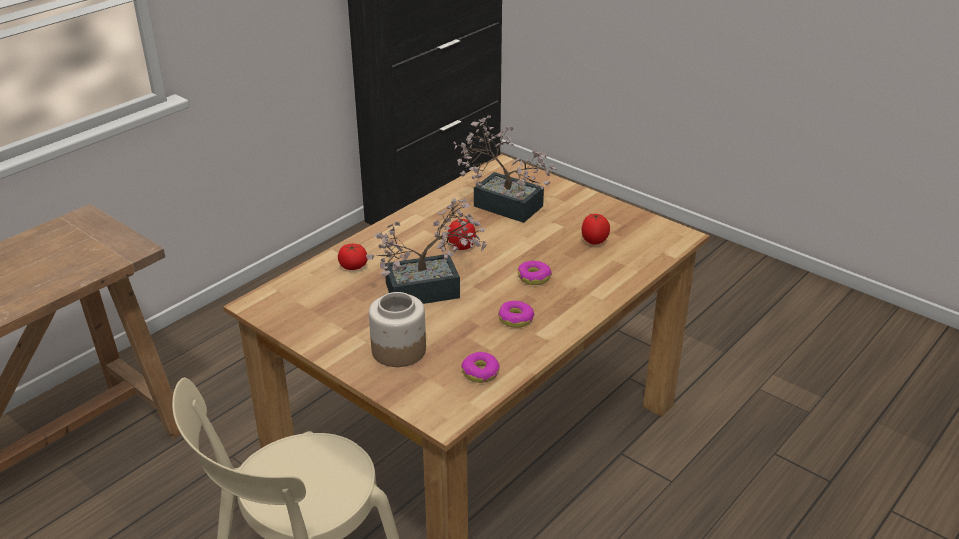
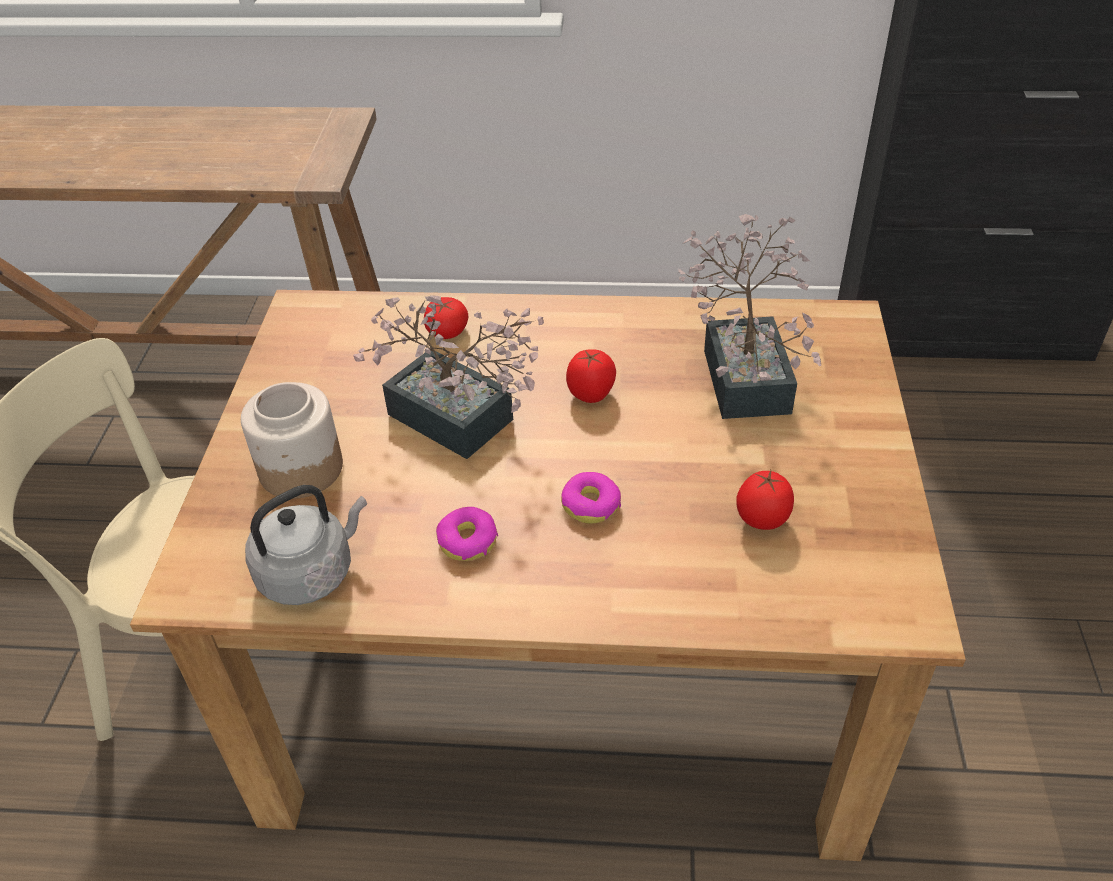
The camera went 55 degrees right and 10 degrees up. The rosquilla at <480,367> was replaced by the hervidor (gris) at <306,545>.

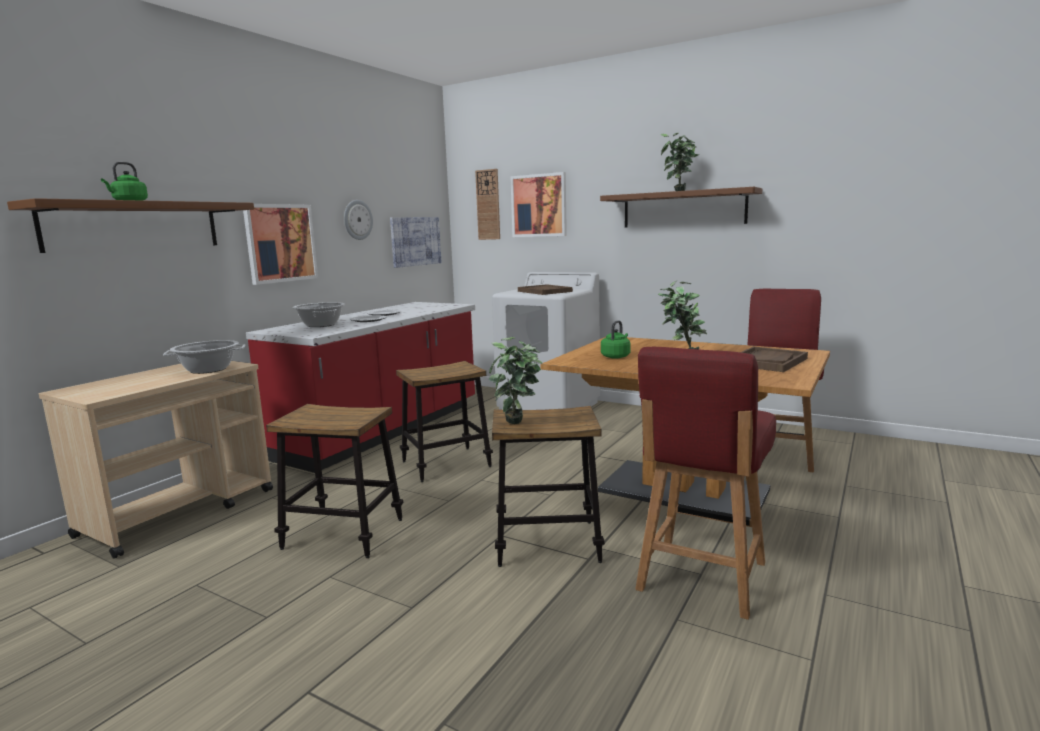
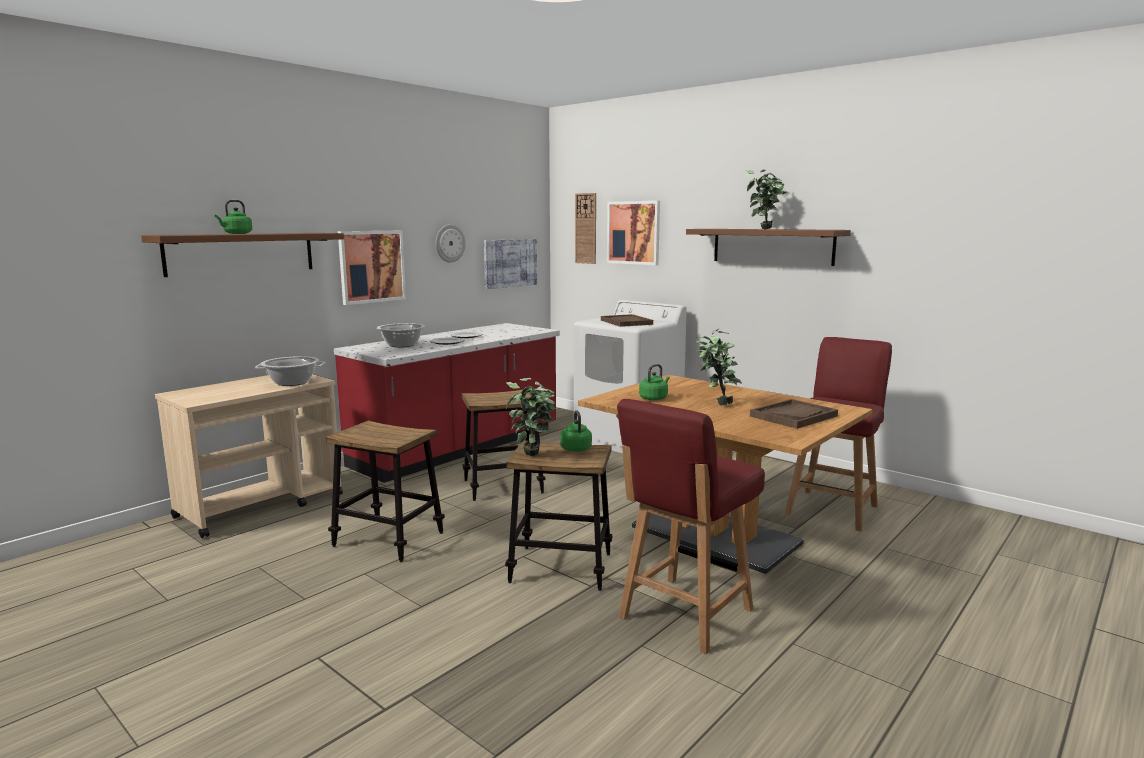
The camera went 10 degrees right and 0 degrees up. The hervidor (verde) at <576,431> appeared.

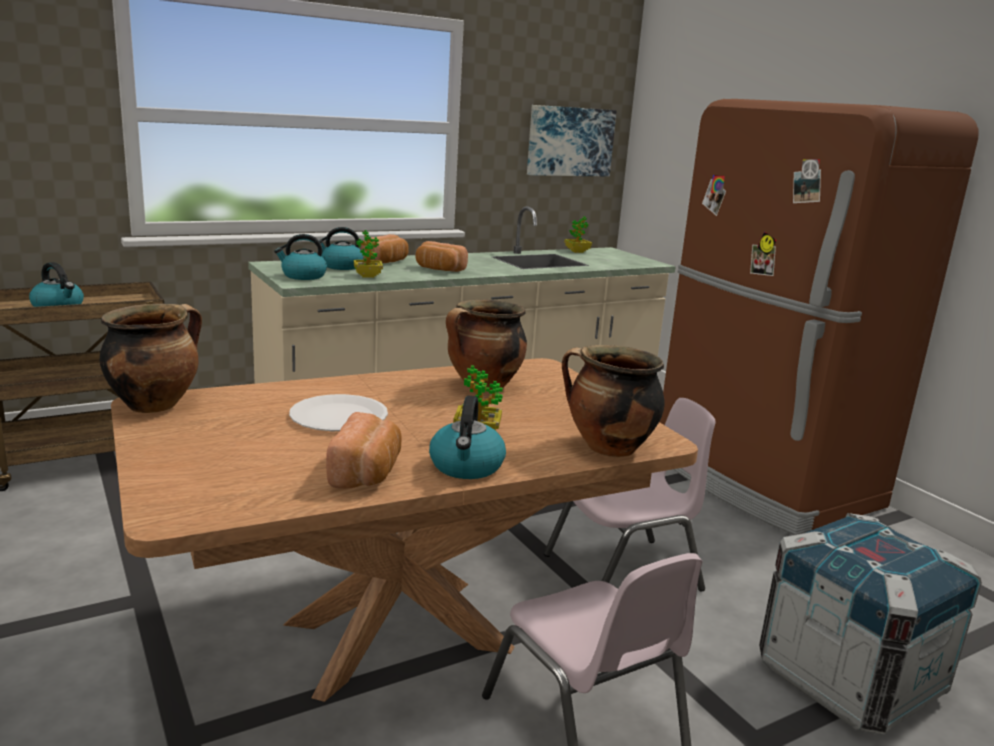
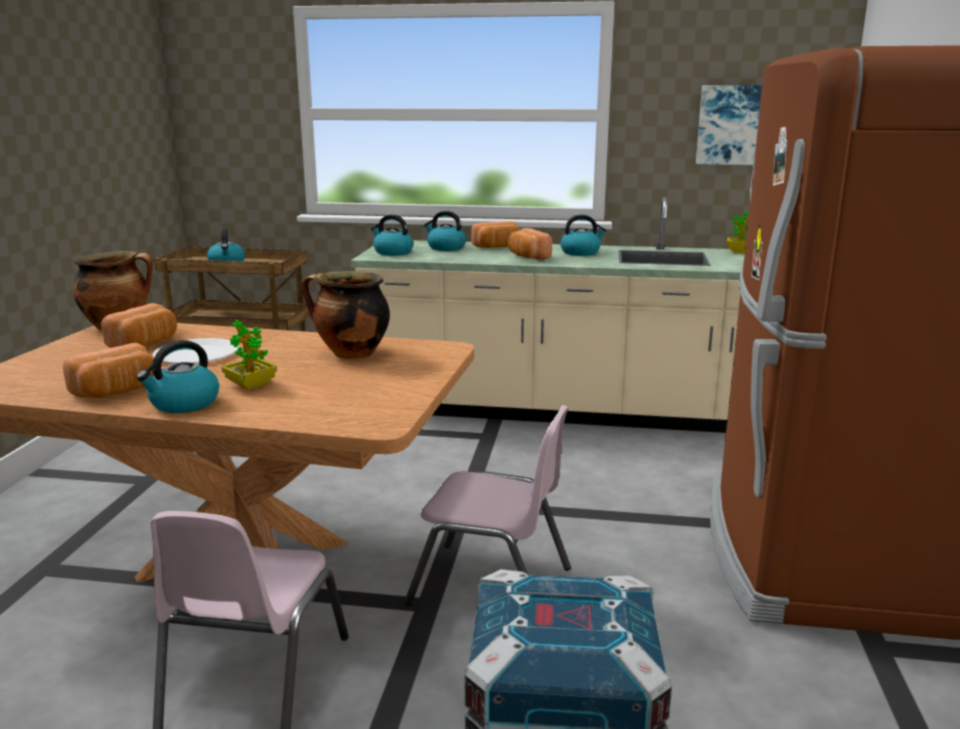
The camera went 40 degrees right and 0 degrees up. The planta en maceta at <368,254> disappeared. The olla at <613,401> disappeared. The pan at <139,325> appeared. The hervidor at <583,235> appeared.

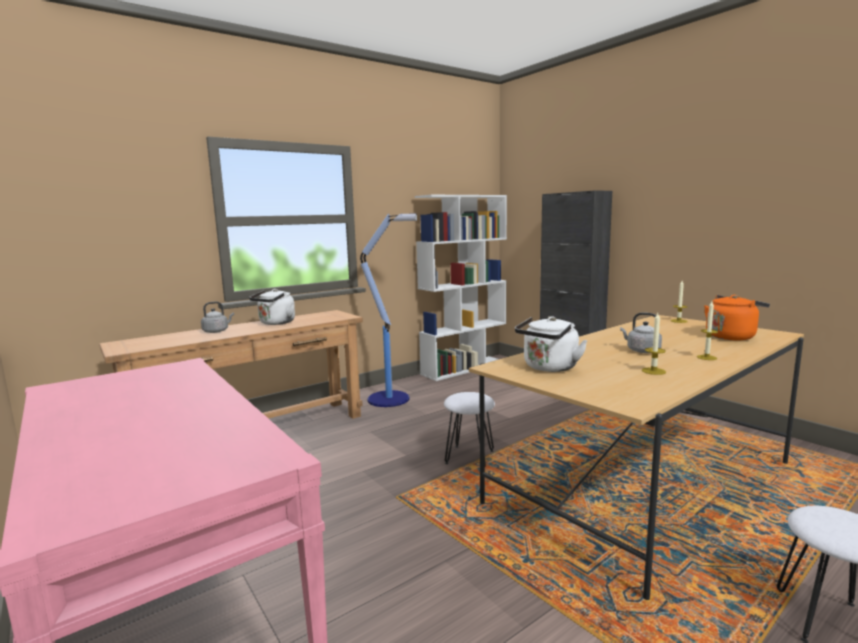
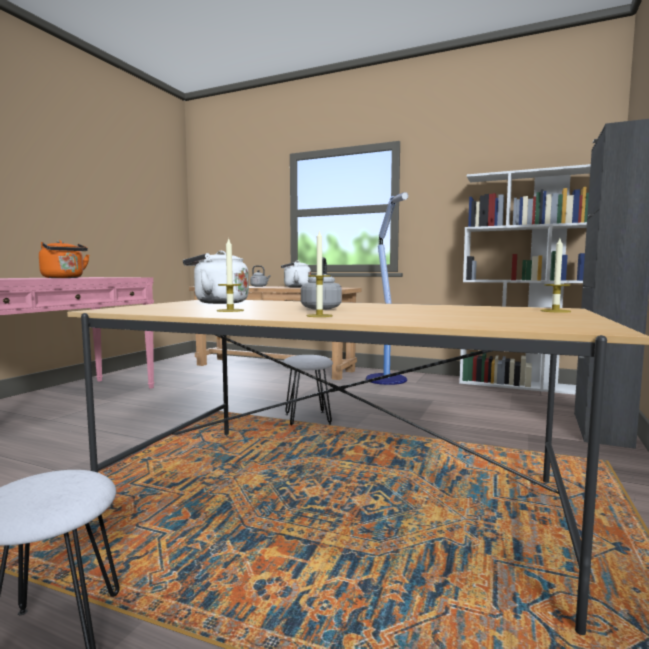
The camera went 60 degrees right and 5 degrees down. The hervidor (naranja) moved from <737,317> to <64,259>.

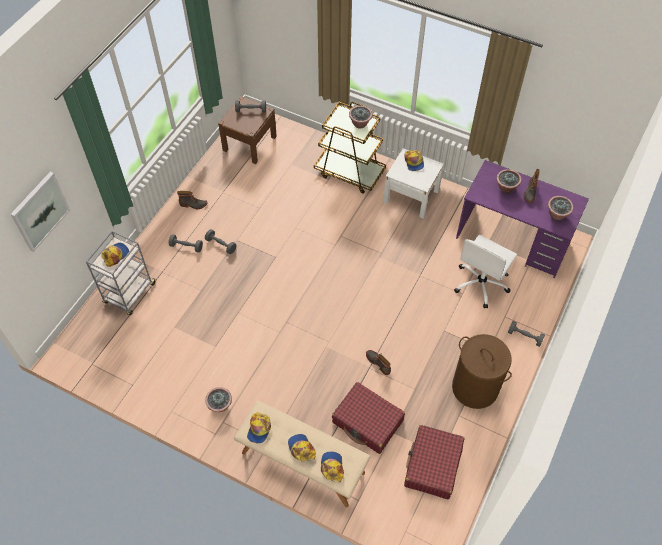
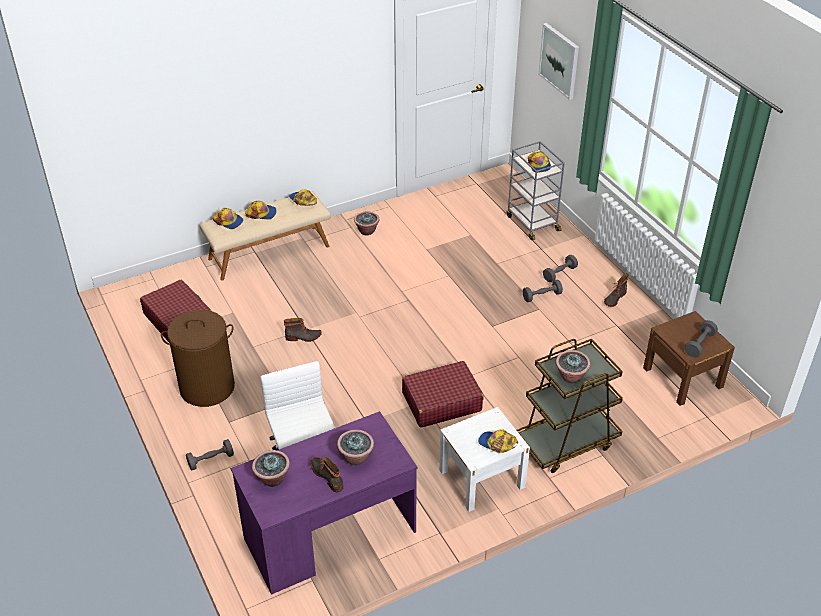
The camera went 125 degrees right and 15 degrees down. The maleta (rojo) moved from <368,418> to <443,394>.

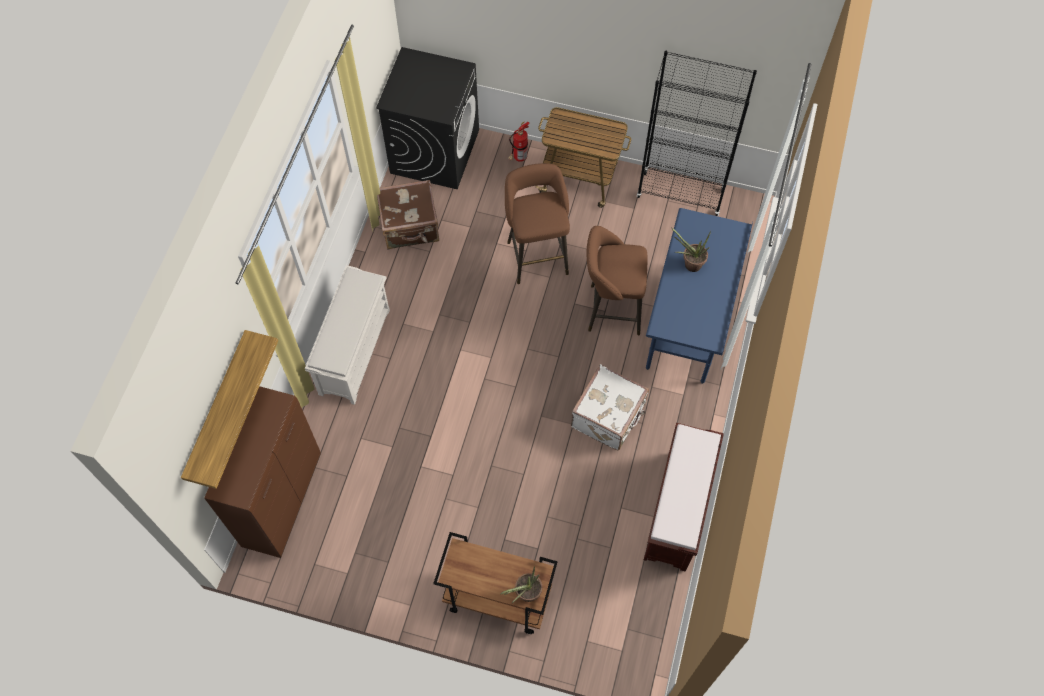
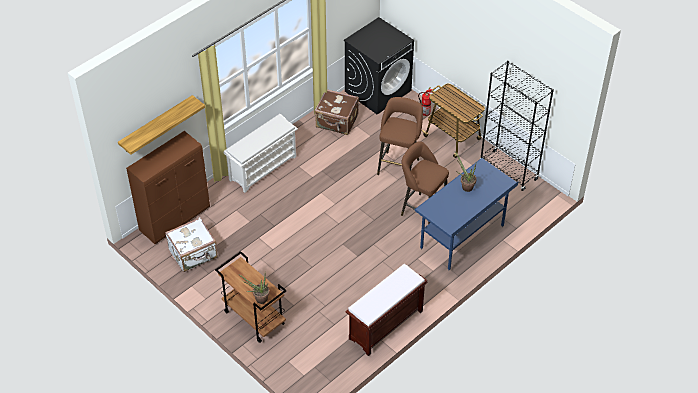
The camera went 30 degrees right and 15 degrees down. The maleta (blanco) moved from <610,407> to <191,244>.

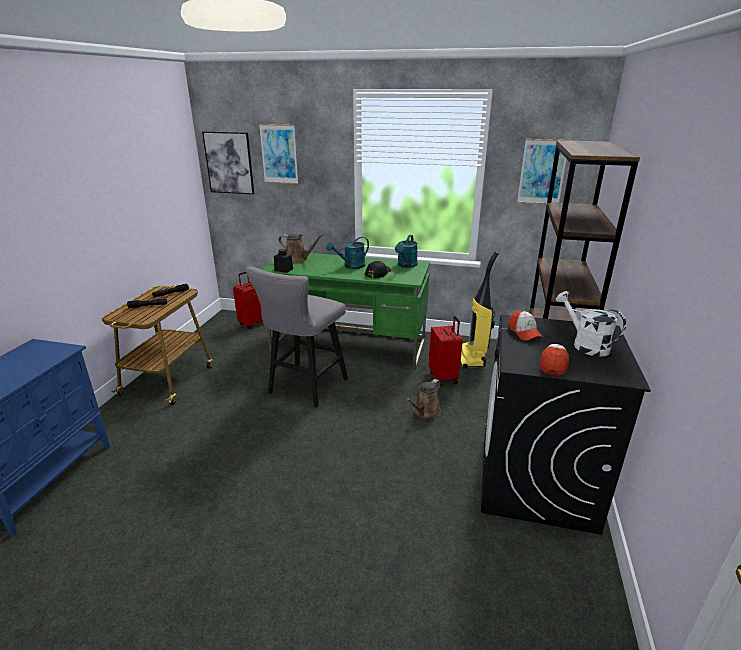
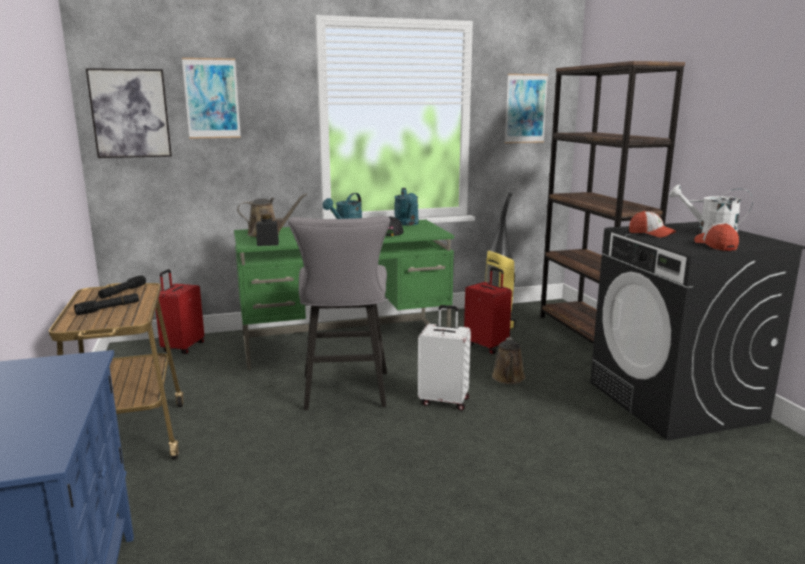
The camera went 30 degrees left and 10 degrees down. The maleta (blanco) at <444,358> appeared.

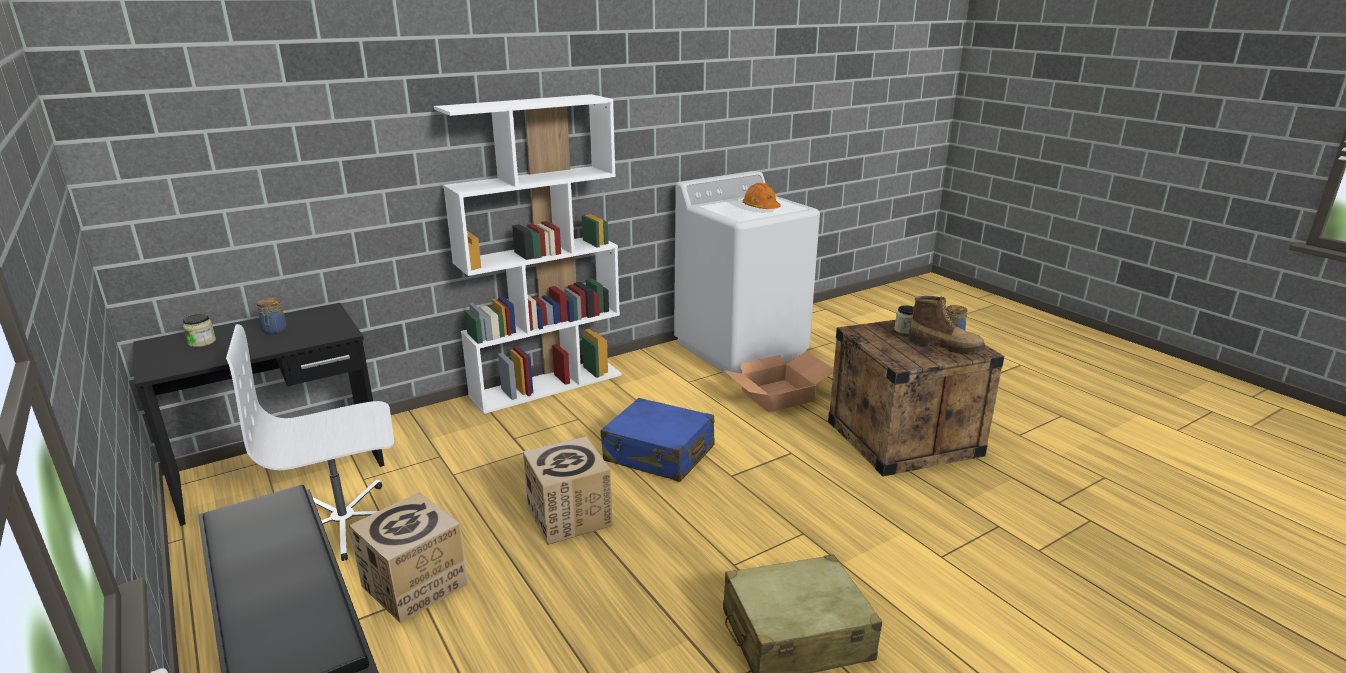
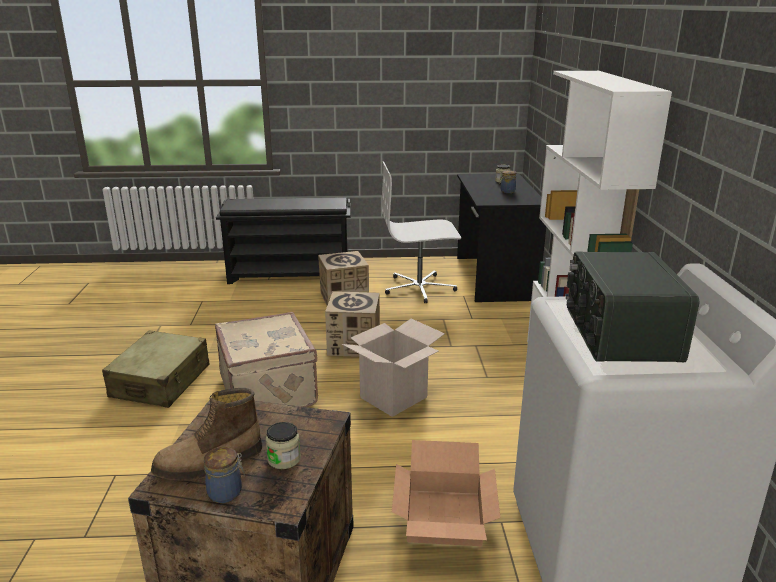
The camera went 120 degrees right and 0 degrees up. The silla de oficina (blanco) at <310,442> turned 105 degrees counterclockwise. The maleta (azul) at <658,440> was replaced by the caja de cartón at <393,368>. The casco (naranja) at <761,196> was replaced by the radio at <632,306>. The maleta (beis) at <266,359> appeared.

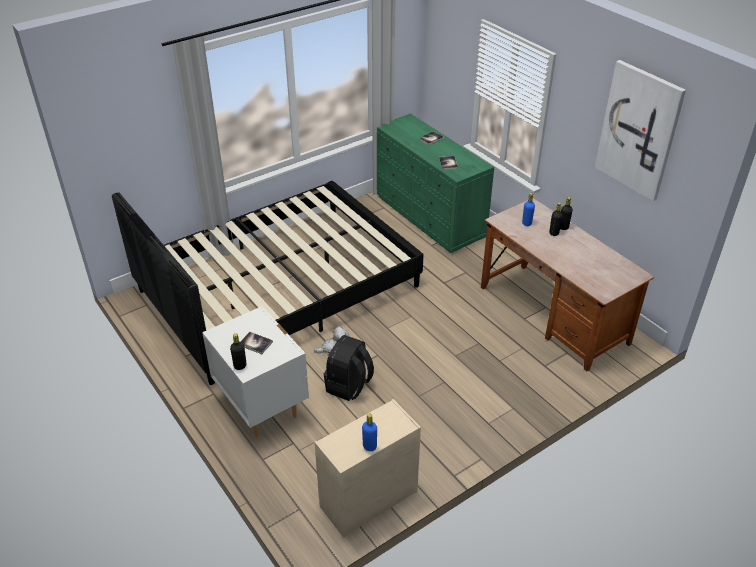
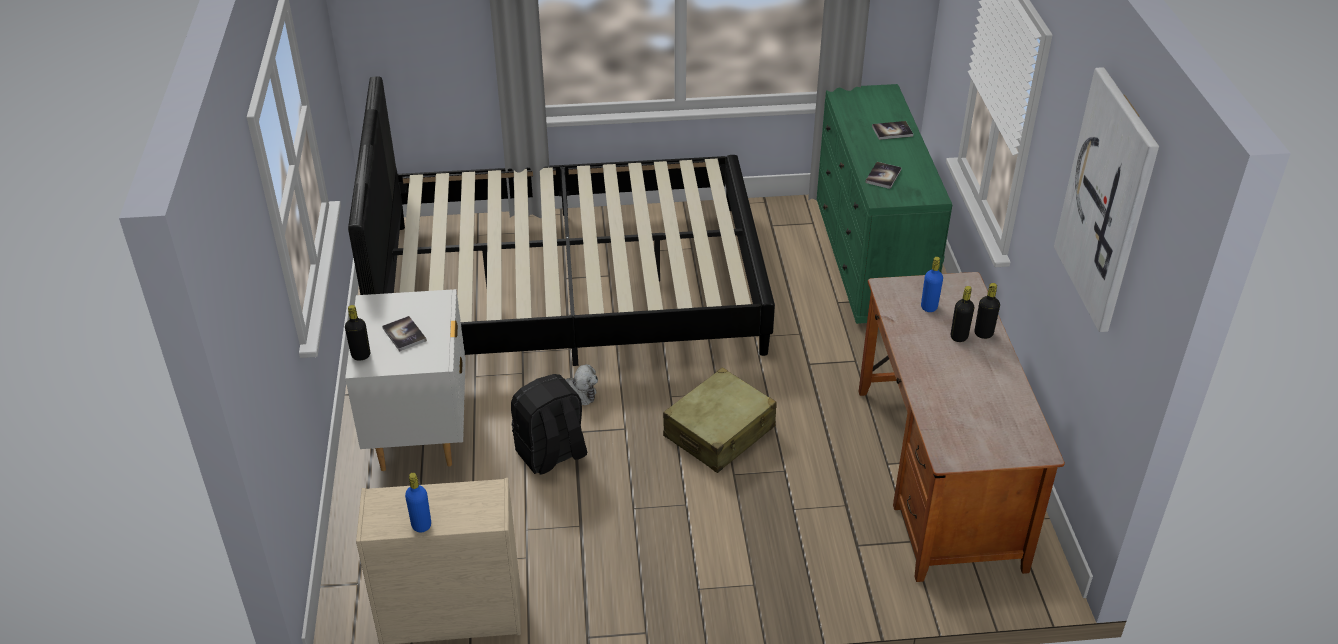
The camera went 30 degrees right and 0 degrees up. The maleta (beis) at <720,420> appeared.

